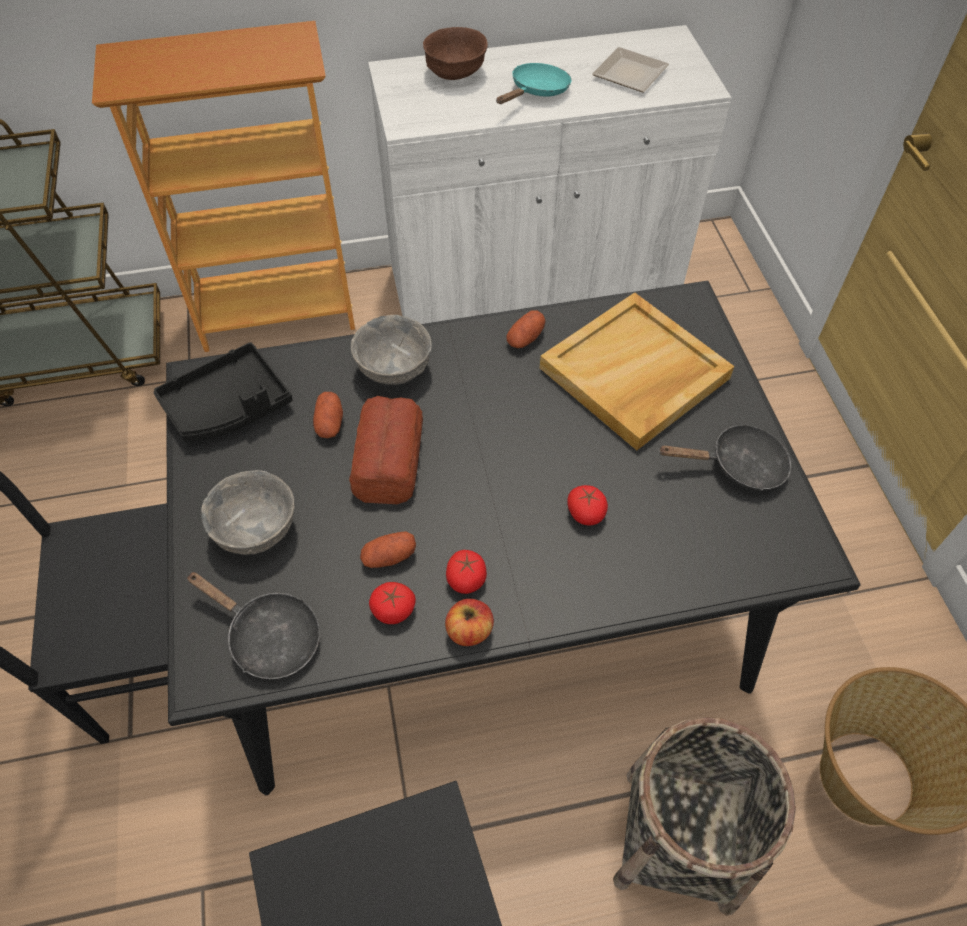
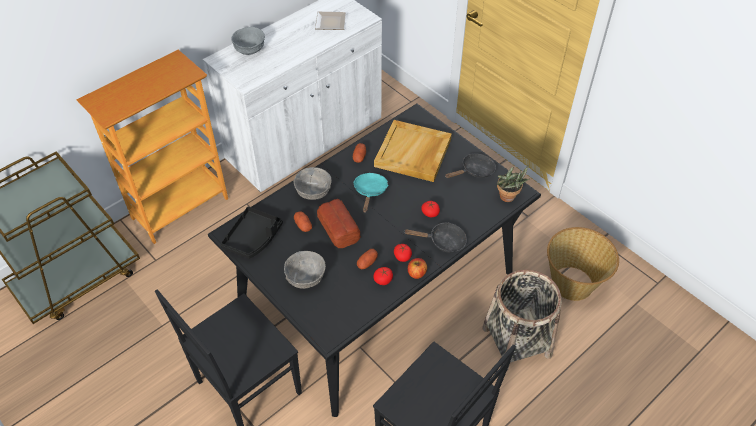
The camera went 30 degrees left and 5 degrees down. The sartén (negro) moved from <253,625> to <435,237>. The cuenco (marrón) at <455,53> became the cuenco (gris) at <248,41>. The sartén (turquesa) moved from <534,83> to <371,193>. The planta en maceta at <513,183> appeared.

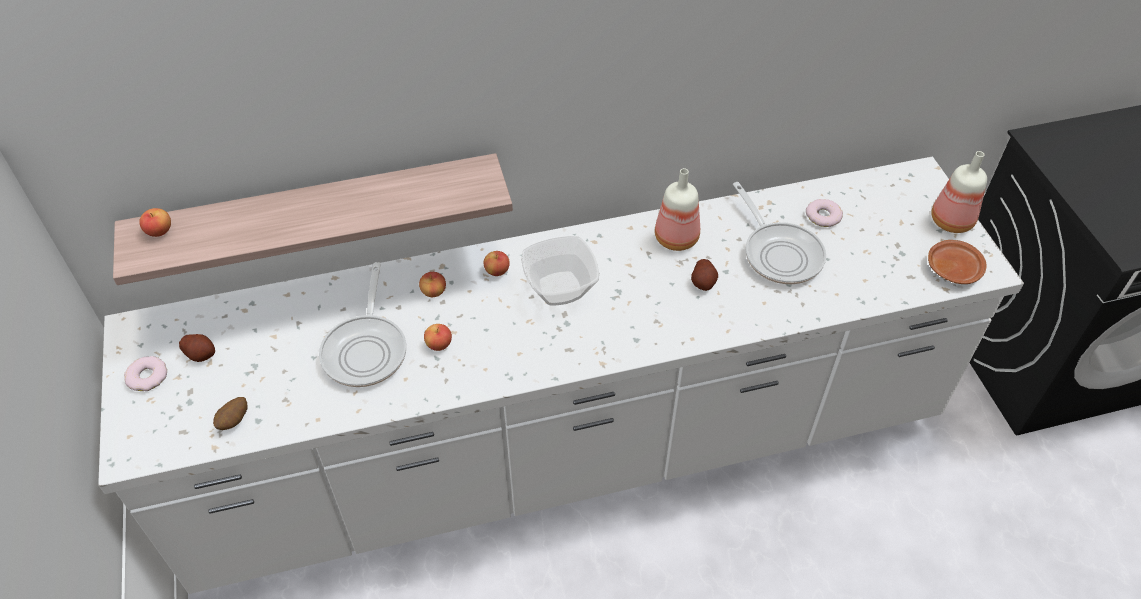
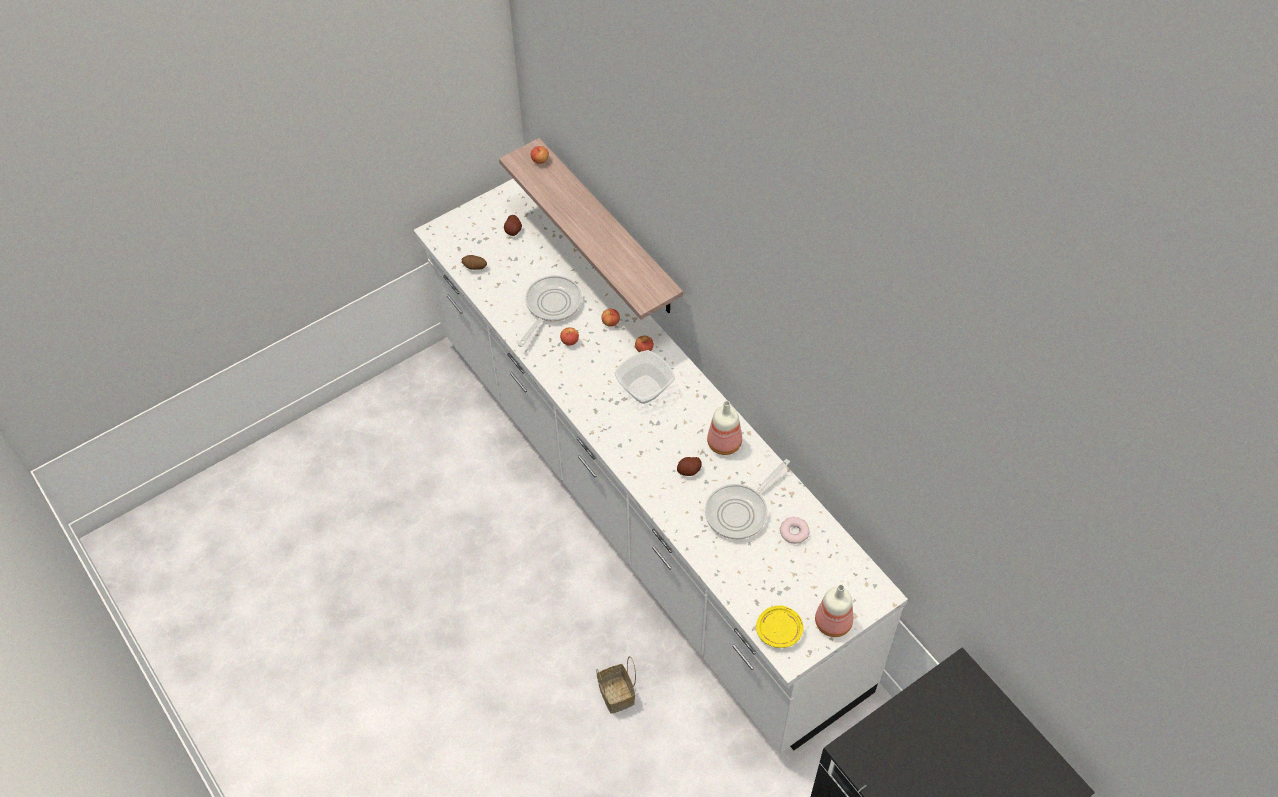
The camera went 70 degrees right and 5 degrees up. The rosquilla at <145,373> disappeared. The sartén at <362,324> turned 135 degrees clockwise. The plato (marrón) at <957,262> became the plato (amarillo) at <780,626>. The cesta at <616,685> appeared.

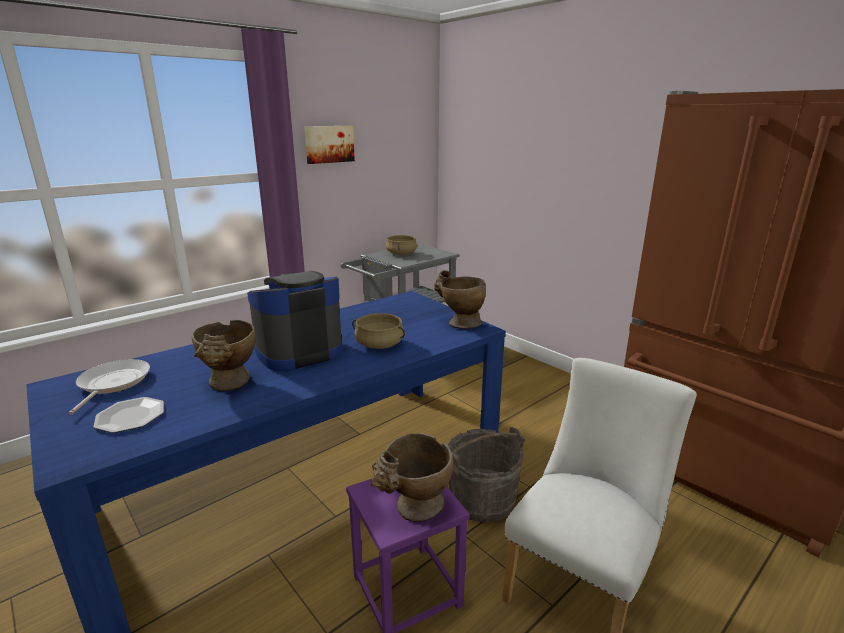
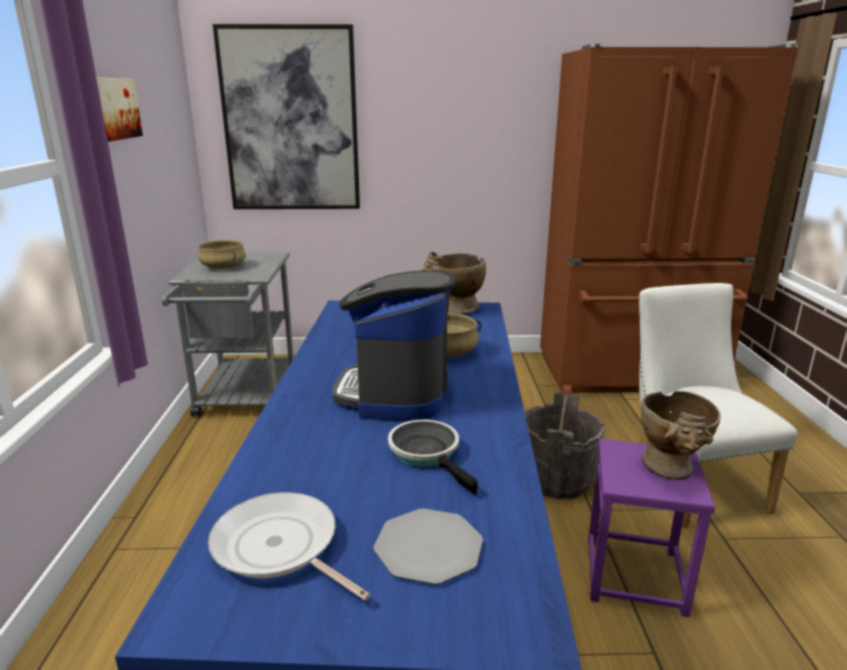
The camera went 50 degrees left and 0 degrees up. The florero (beis) at <224,355> was replaced by the sartén at <433,457>. The cuadro at <286,116> appeared.

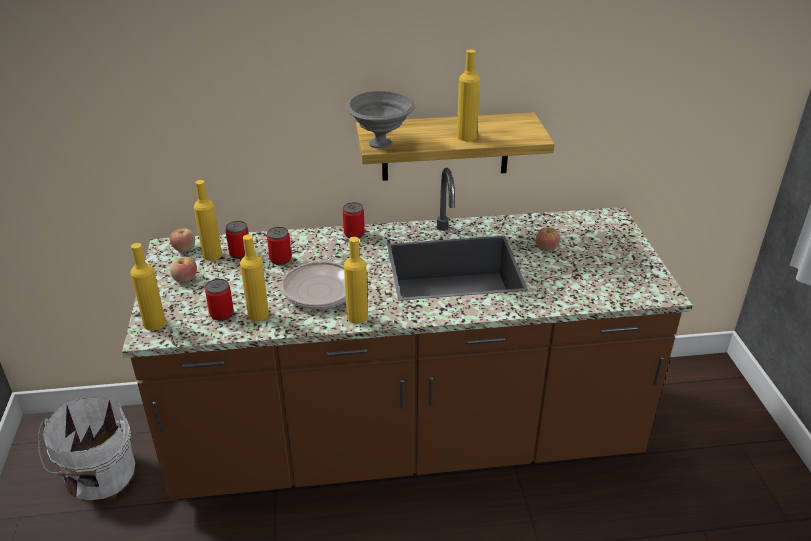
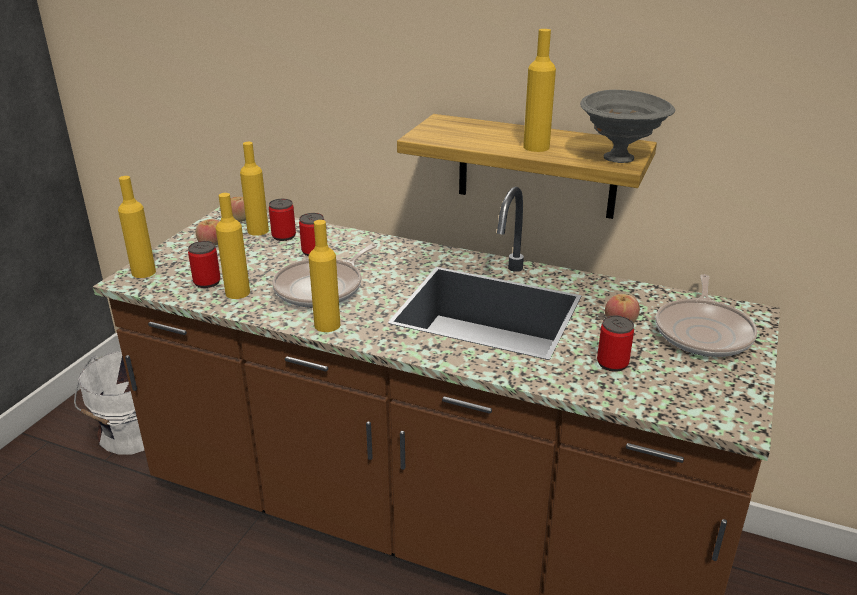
The camera went 30 degrees right and 5 degrees down. The lata moved from <354,220> to <615,343>. The cuenco (gris) moved from <380,119> to <627,126>. The sartén at <706,315> appeared.

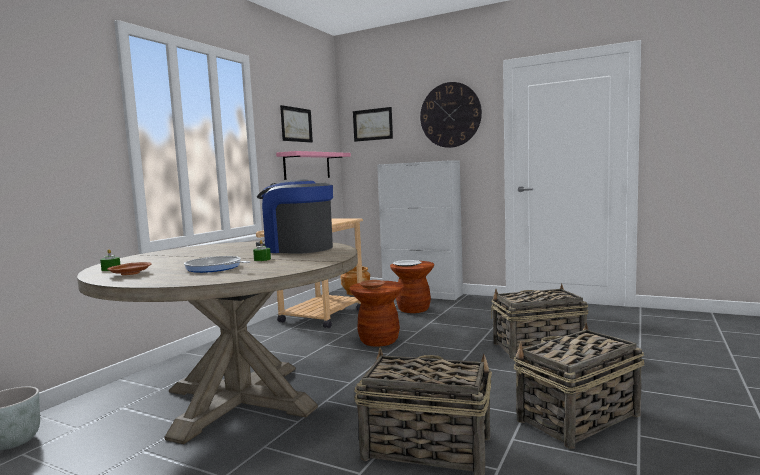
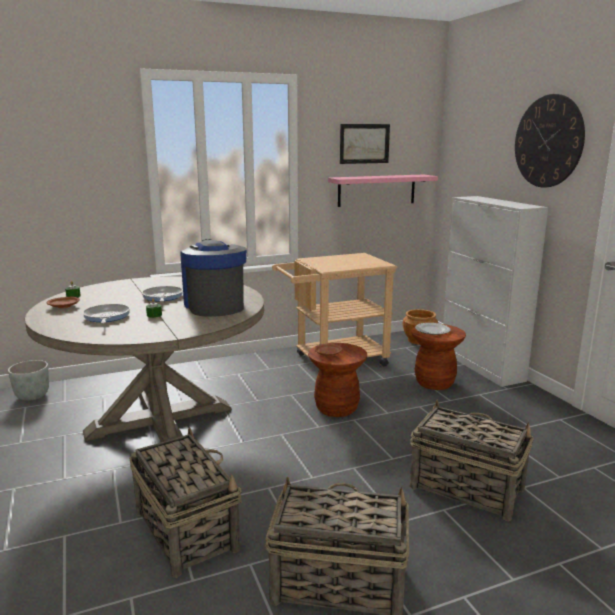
The camera went 40 degrees right and 10 degrees up. The cuadro at <373,124> disappeared. The sartén at <162,294> appeared.

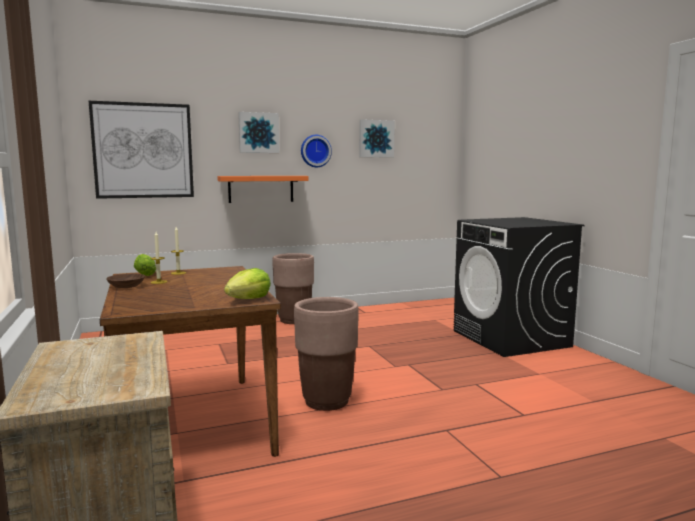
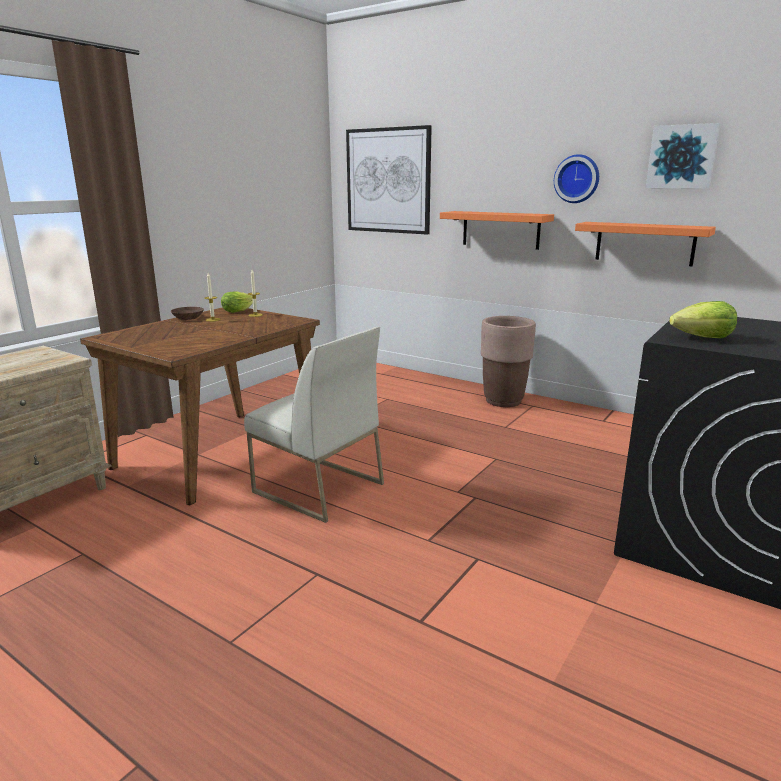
The camera went 55 degrees right and 10 degrees up. The lechuga moved from <247,283> to <703,319>. The cuadro at <258,132> disappeared. The maceta (marrón) at <326,354> was replaced by the silla (blanco) at <314,425>. The estante (naranja) at <645,244> appeared.

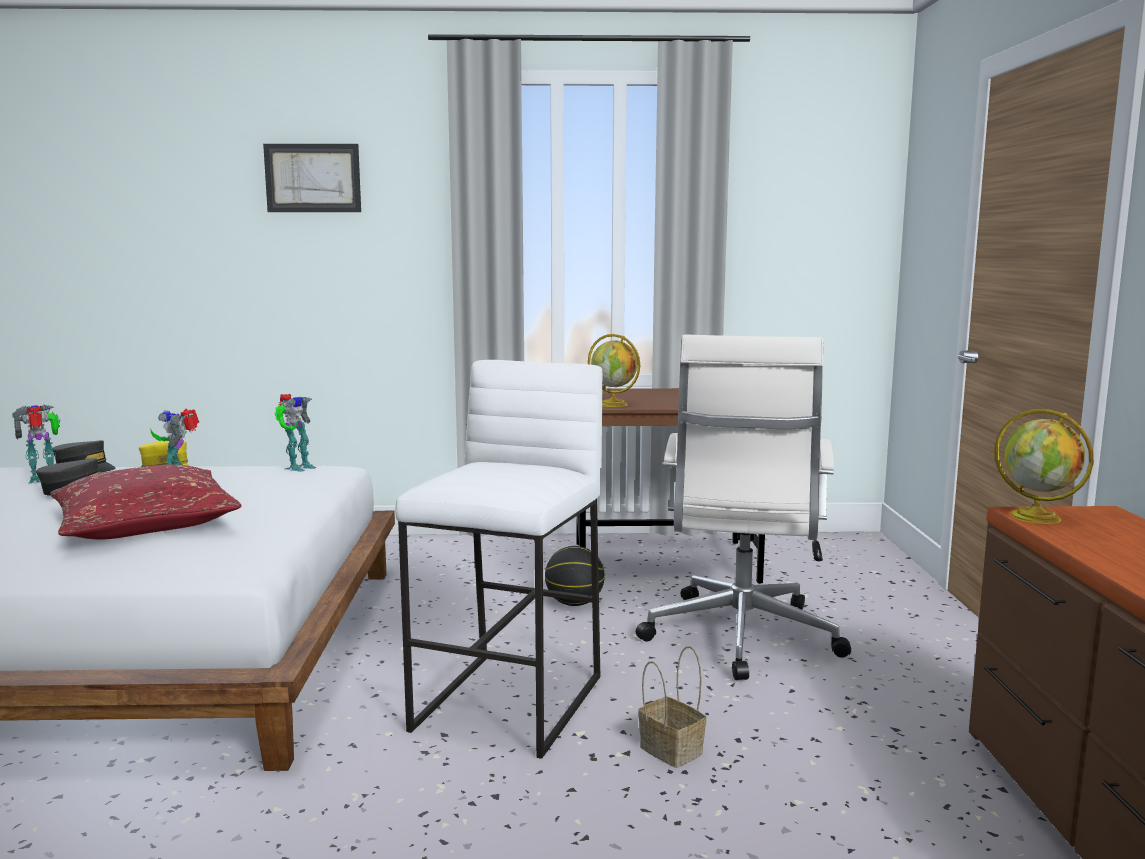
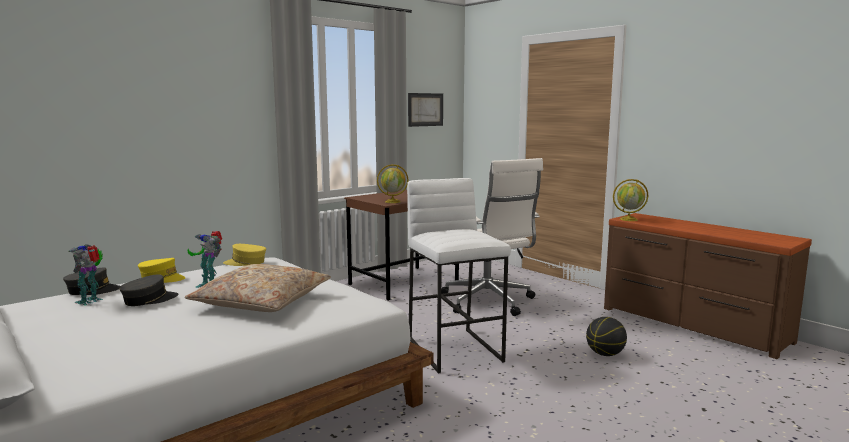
The camera went 40 degrees left and 0 degrees up. The cojín (rojo) at <145,502> became the cojín (beis) at <258,288>. The cuadro moved from <312,178> to <425,110>. The robot de juguete at <295,433> was replaced by the gorra (amarillo) at <244,255>. The balón de baloncesto moved from <574,576> to <606,336>. The cesta at <672,707> disappeared.

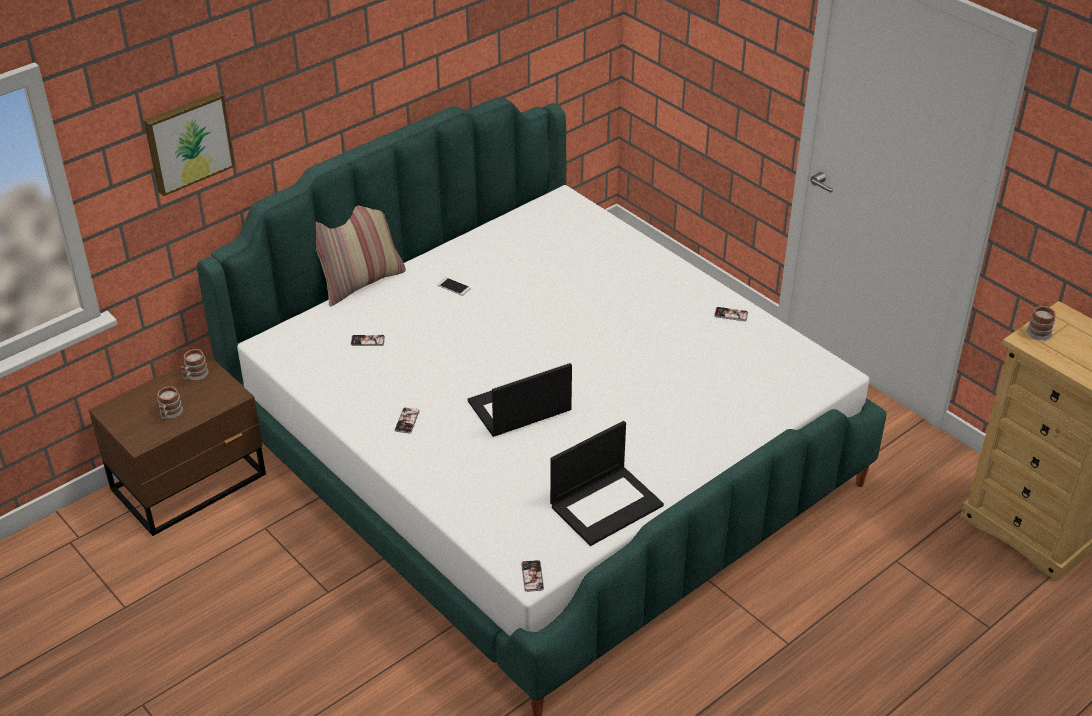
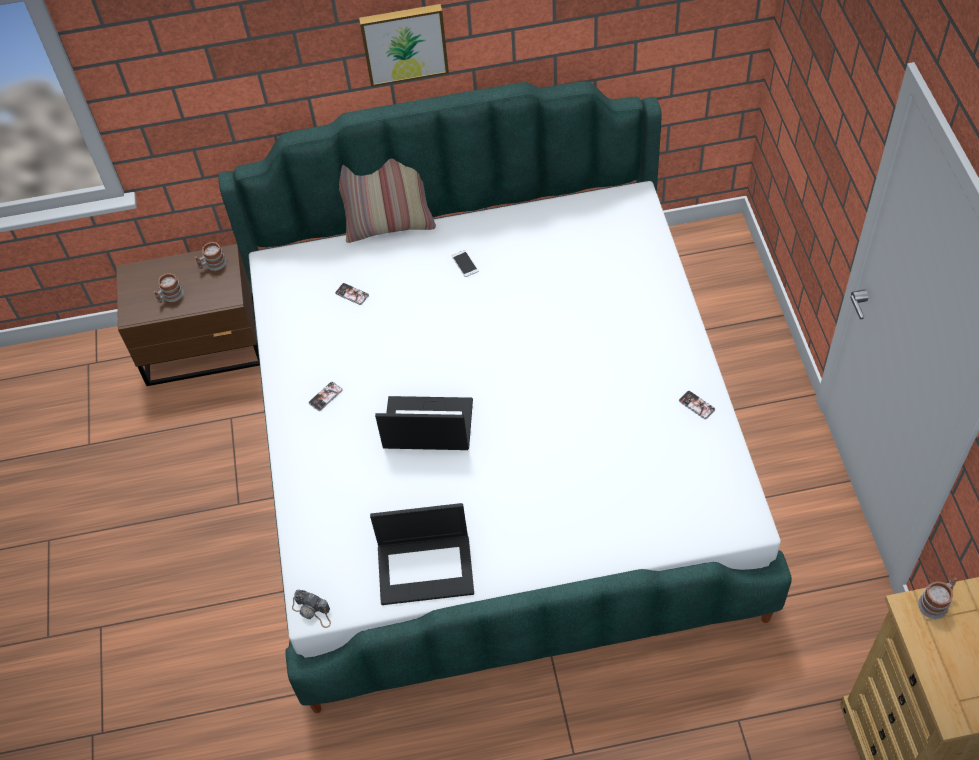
The camera went 35 degrees right and 15 degrees up. The cuadro moved from <189,144> to <404,45>. The móvil at <532,576> was replaced by the cámara at <311,608>.

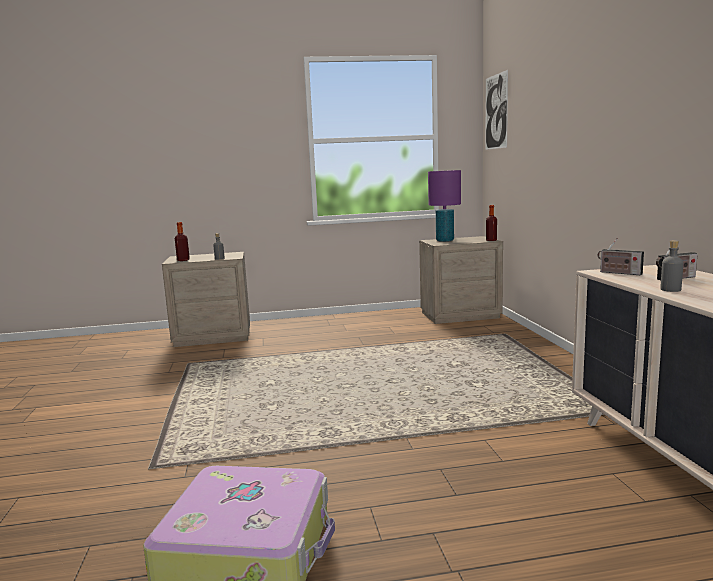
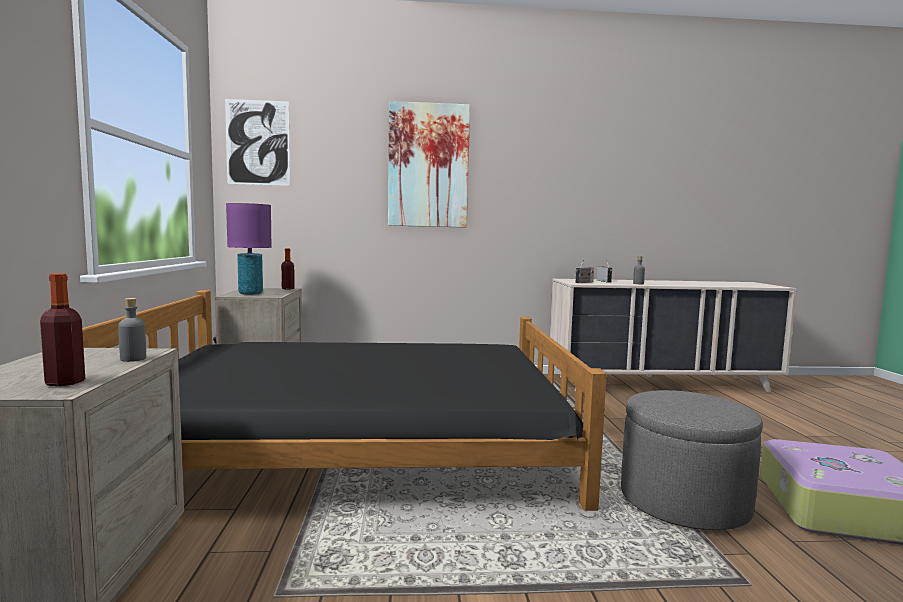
The camera went 85 degrees left and 5 degrees down. The cama (negro) at <344,400> appeared. The cuadro at <429,164> appeared. The puf (gris) at <692,460> appeared.

